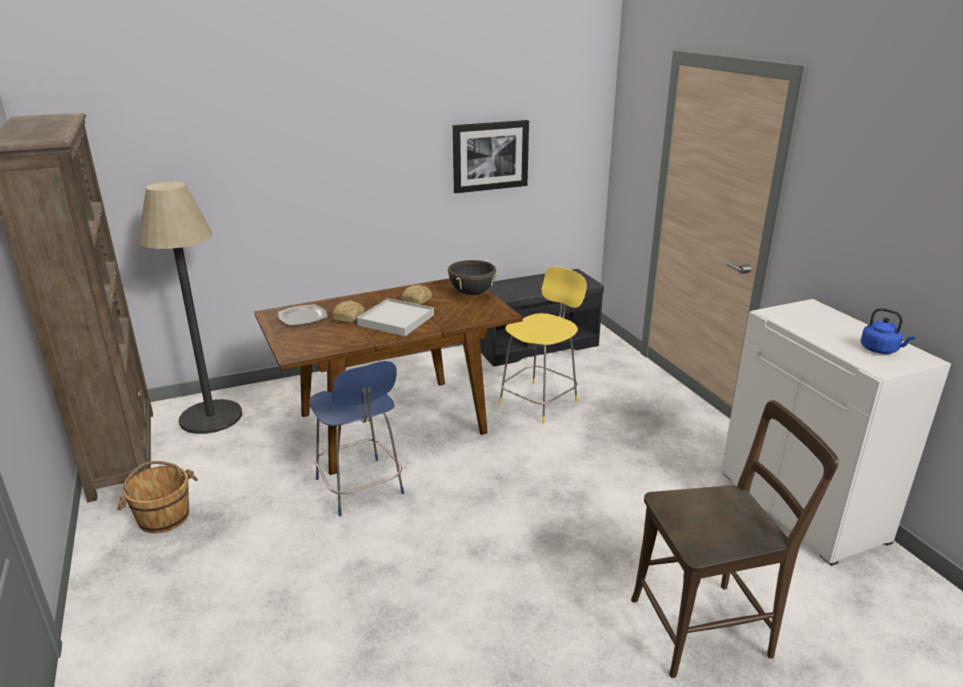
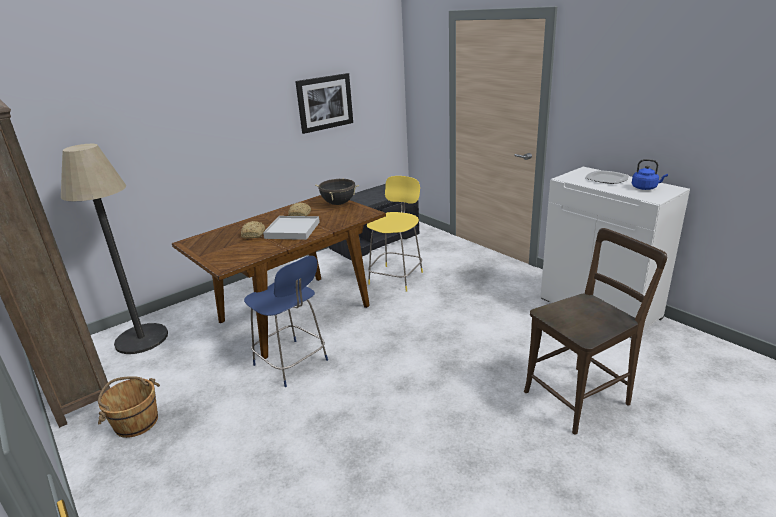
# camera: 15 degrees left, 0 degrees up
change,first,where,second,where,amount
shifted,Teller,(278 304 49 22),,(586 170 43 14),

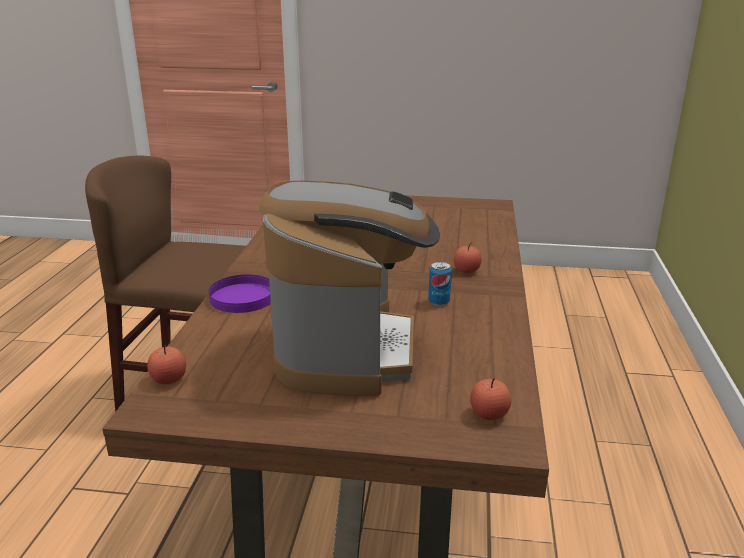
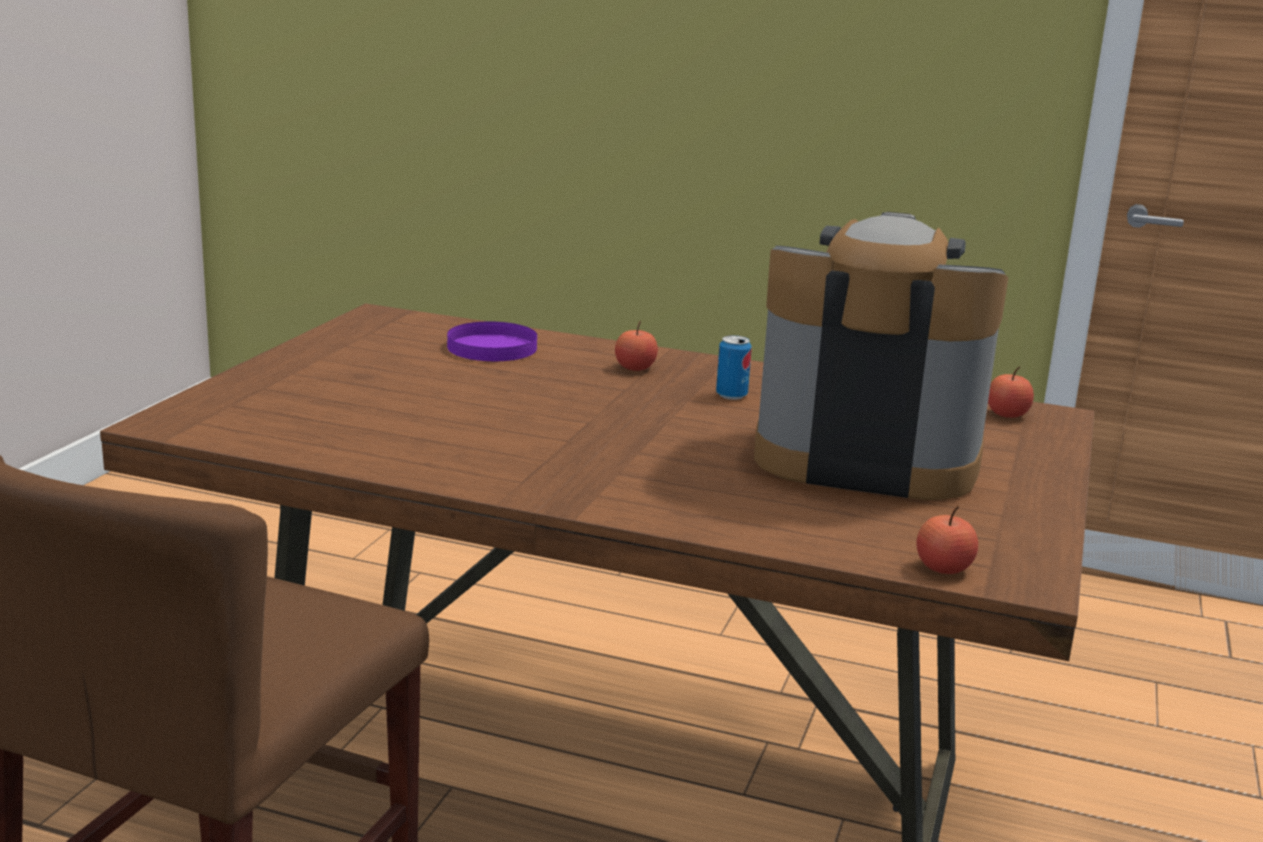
# camera: 80 degrees left, 5 degrees down
change,first,where,second,where,amount
shifted,Teller/lila,(209 275 62 38),,(447 321 90 40),

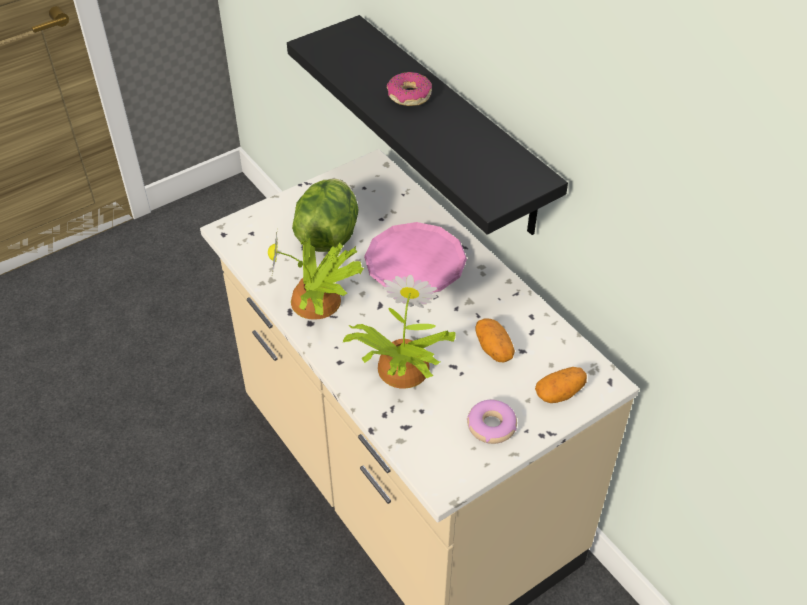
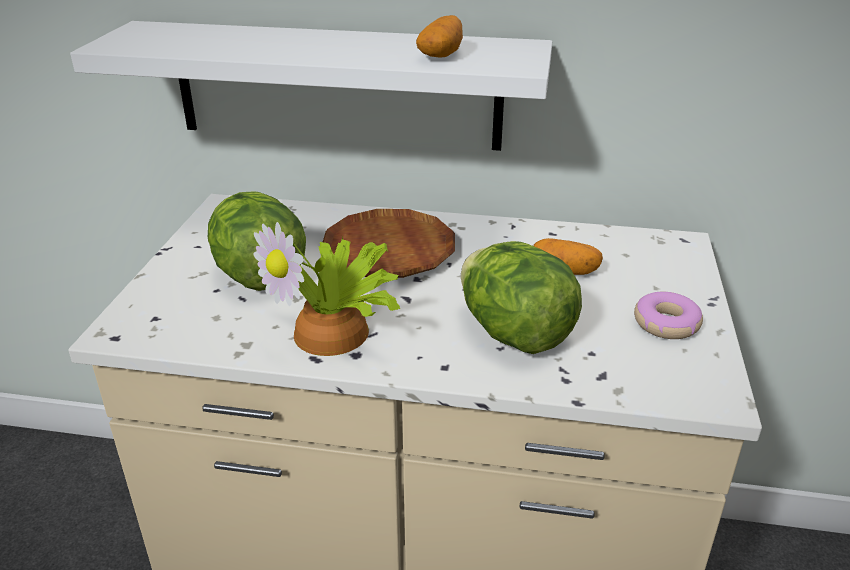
# camera: 45 degrees left, 15 degrees down
change,first,where,second,where,amount
repainted,Wandregal/schwarz,(287 15 281 220),Wandregal/weiß,(70 21 482 130),
swapped,Topfpflanze,(342 275 114 114),Salatkopf,(461 241 121 113),
repainted,Teller/rosa,(364 222 103 70),Teller/braun,(323 209 132 69),
gone,Donut,(387 72 45 34),,,
shifted,Kartoffel,(535 367 52 36),,(416 15 47 42),

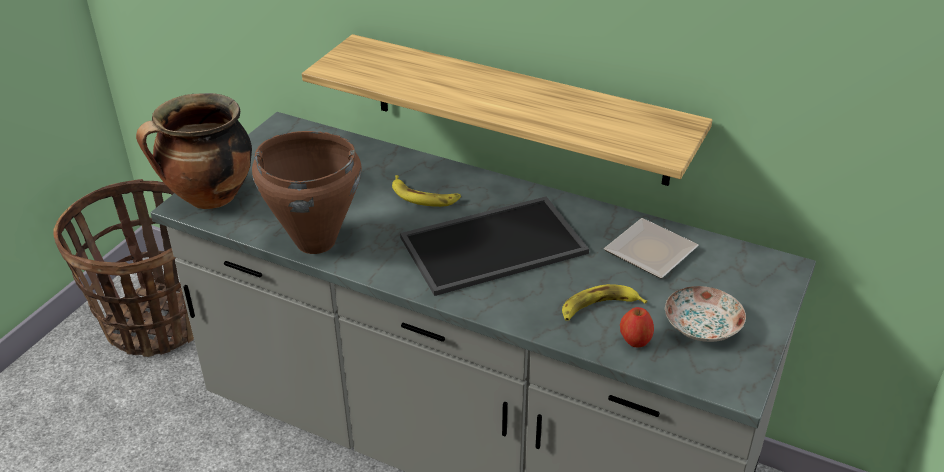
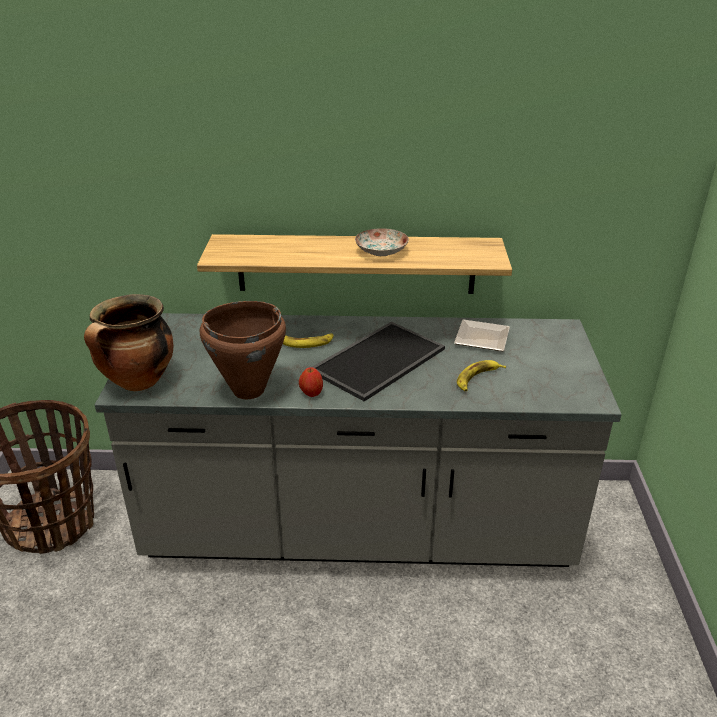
# camera: 25 degrees left, 5 degrees down
change,first,where,second,where,amount
shifted,Apfel,(620 307 34 40),,(299 367 24 30),
shifted,Teller,(665 286 81 56),,(355 228 54 28),

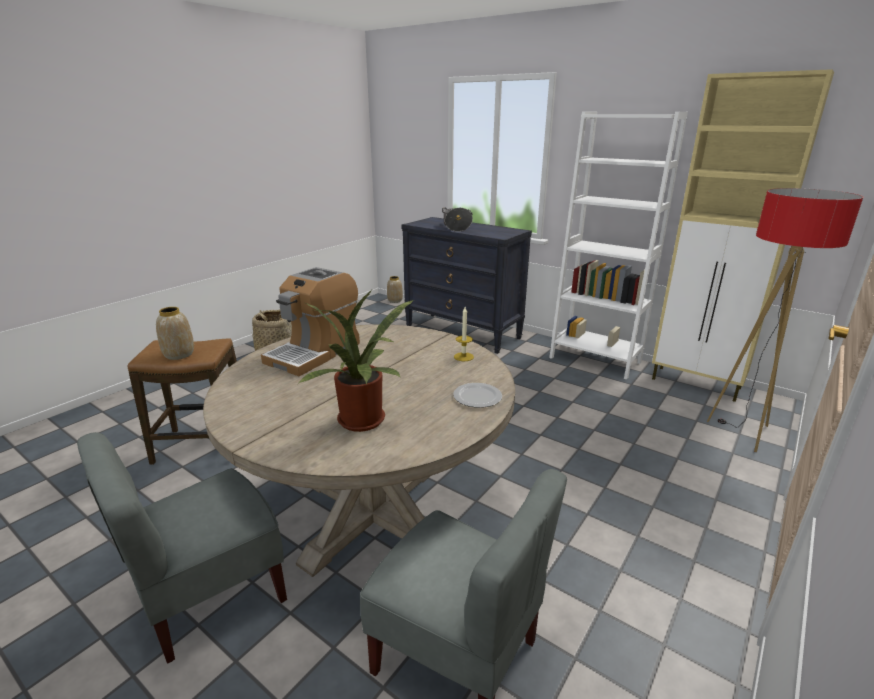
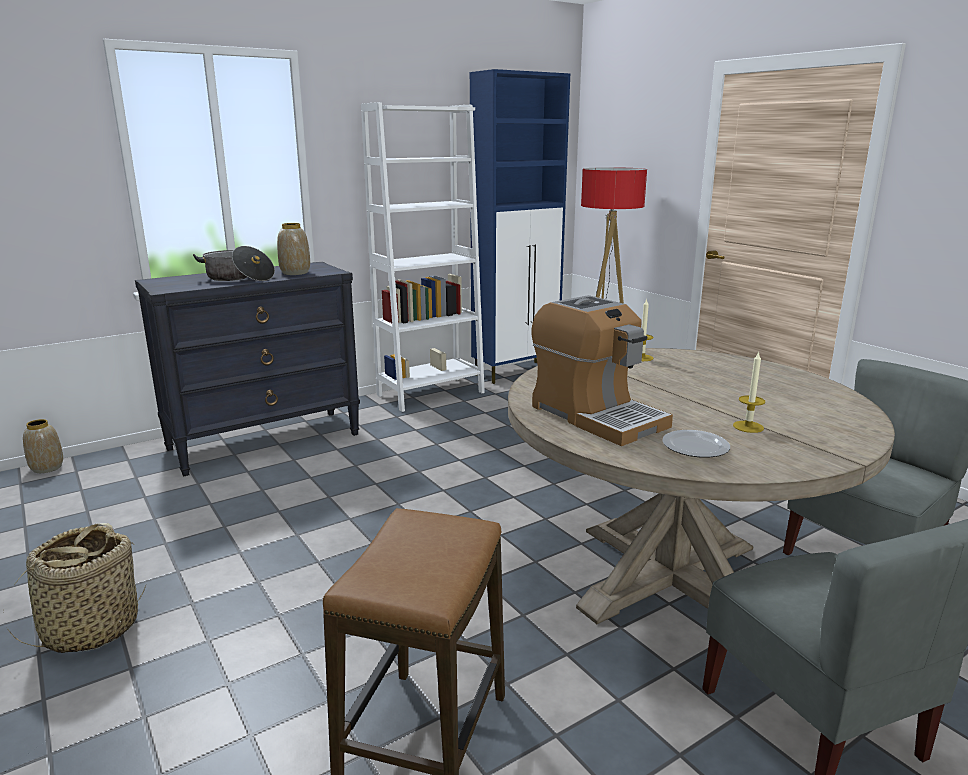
# camera: 70 degrees left, 5 degrees down
change,first,where,second,where,amount
shifted,Vase,(156 307 38 53),,(277 223 33 52),
gone,Topfpflanze,(297 291 117 141),,,
shifted,Teller,(453 383 49 25),,(662 430 68 28),
repainted,Schrank/beige,(652 69 182 333),Schrank/blau,(470 69 100 315),
new,,,Kerze,(733 351 32 82),

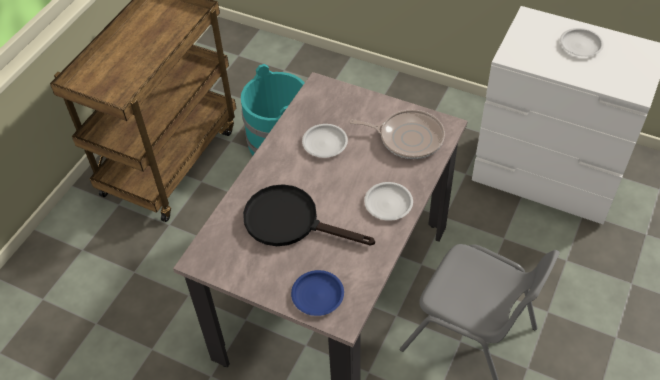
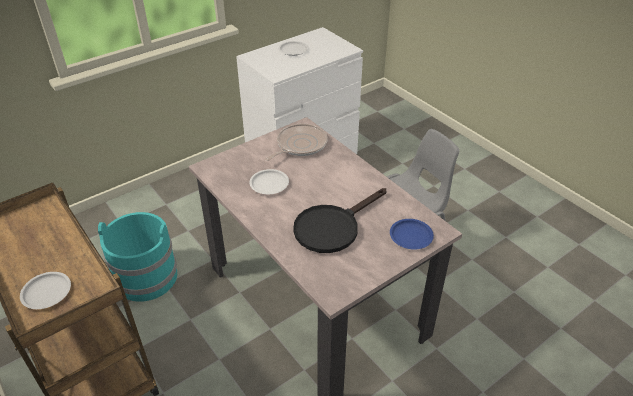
# camera: 65 degrees left, 10 degrees down
change,first,where,second,where,amount
shifted,Teller/weiß,(364 182 49 39),,(20 272 51 37),

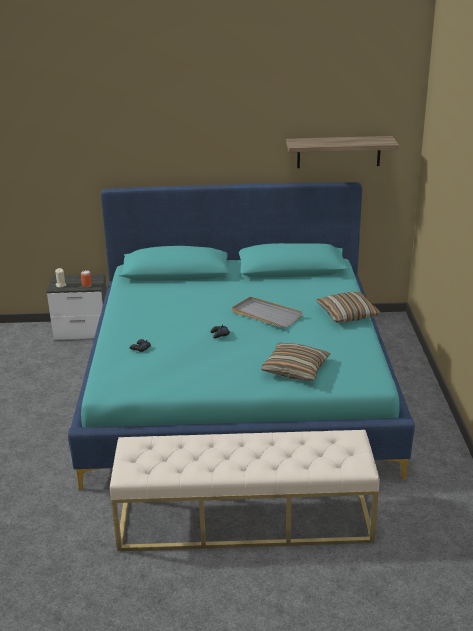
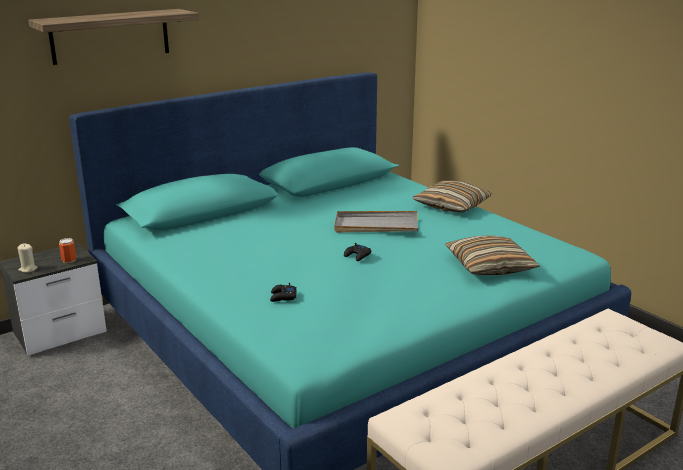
# camera: 35 degrees left, 5 degrees down
change,first,where,second,where,amount
shifted,Wandregal,(286 136 113 32),,(28 9 171 56),

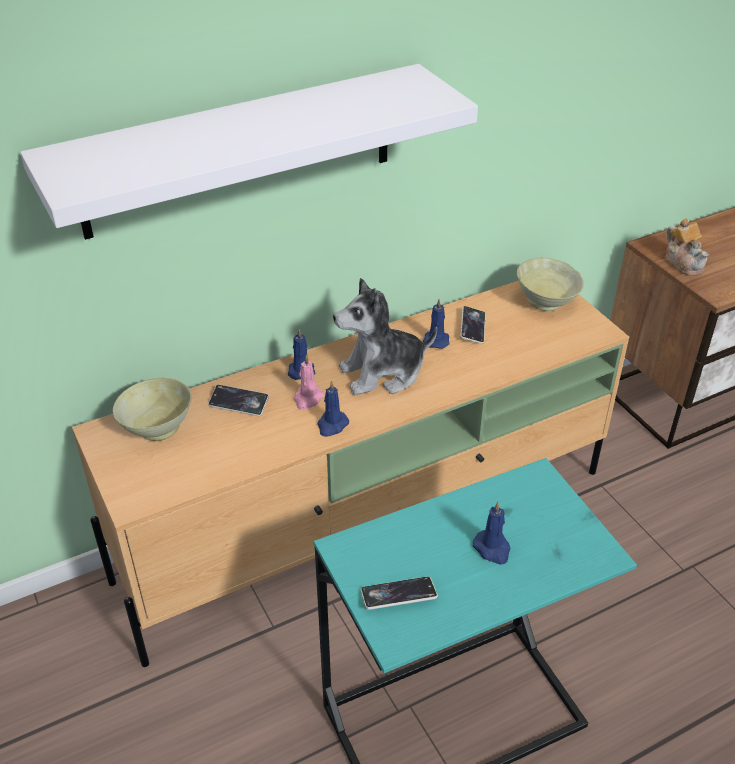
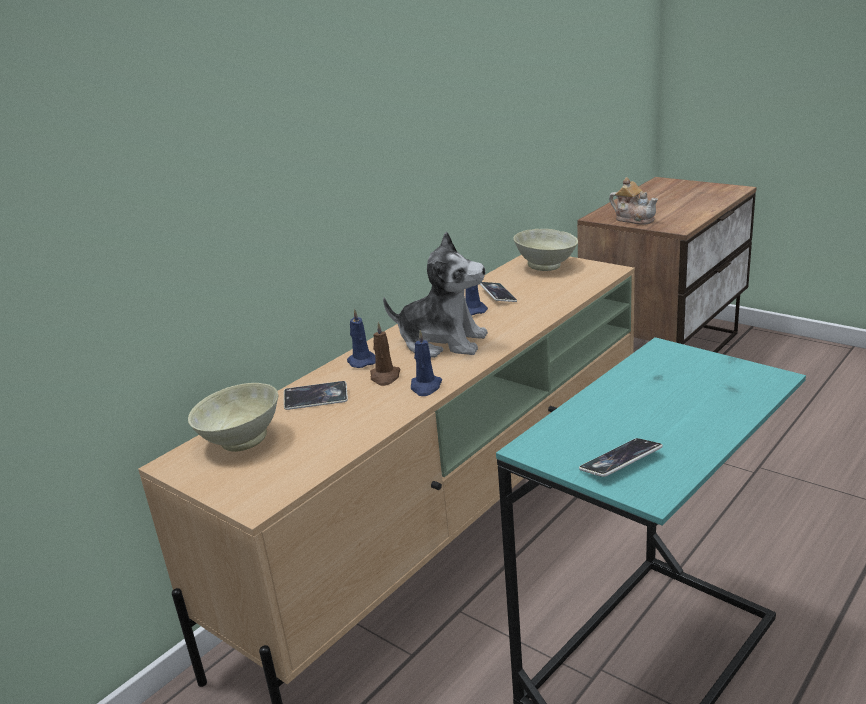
# camera: 20 degrees left, 15 degrees down
change,first,where,second,where,amount
gone,Wandregal/weiß,(20 64 458 176),,,
repainted,Kerze/rosa,(294 355 30 55),Kerze/braun,(370 322 31 64),
rotated,Plüschtier,(333 278 104 117),,(383 231 105 127),120 degrees counterclockwise
gone,Kerze/blau,(473 501 38 64),,,

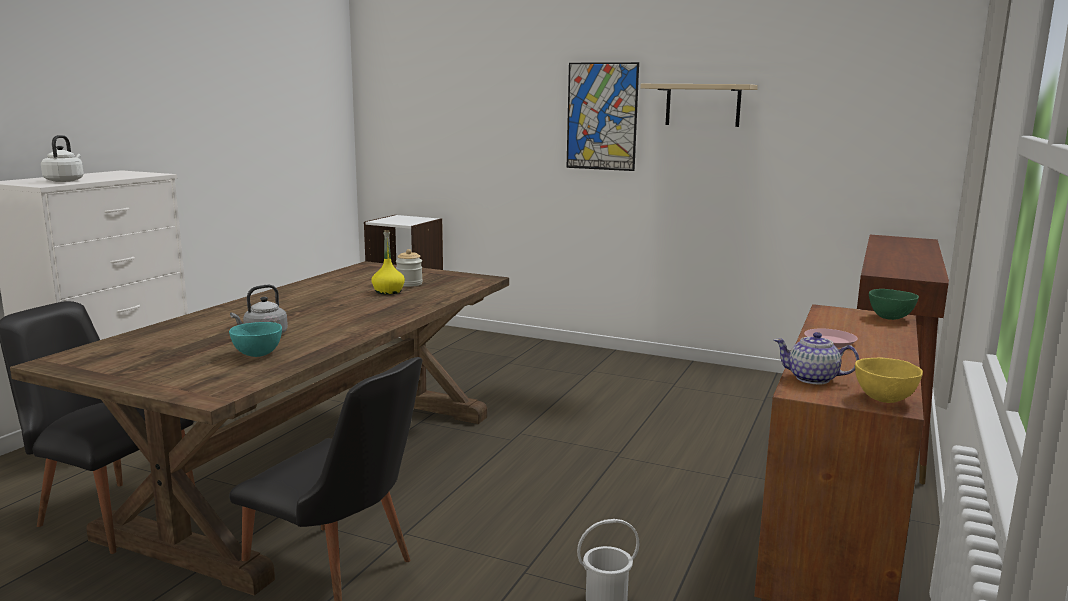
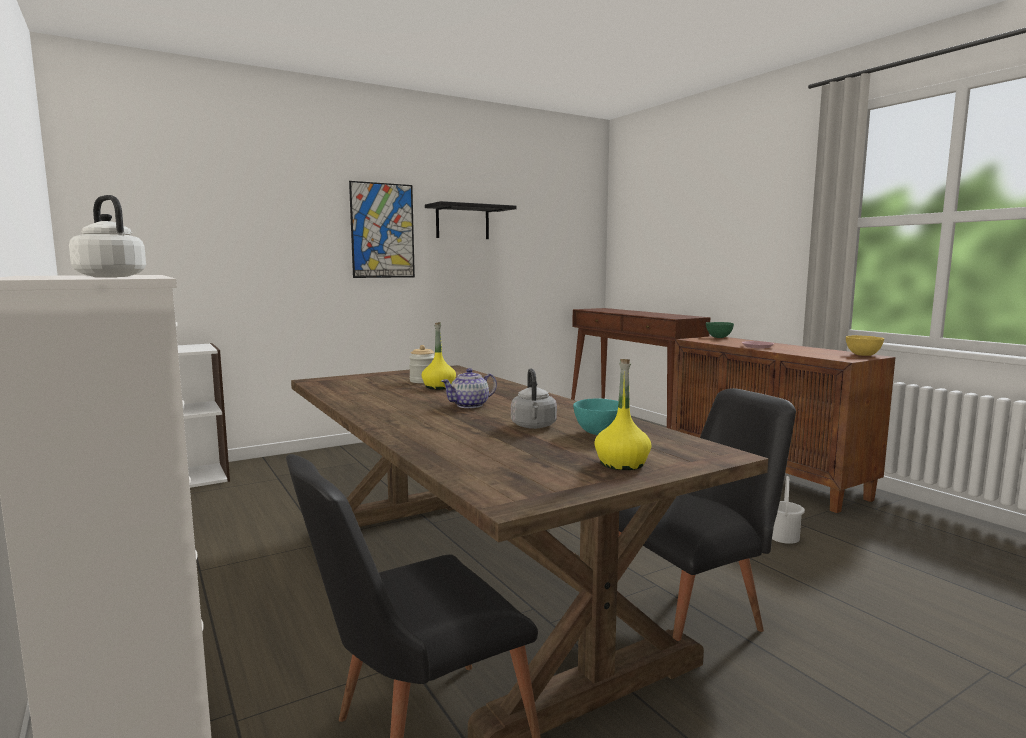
# camera: 55 degrees left, 5 degrees down
change,first,where,second,where,amount
repainted,Wandregal/beige,(640 84 118 43),Wandregal/schwarz,(425 201 92 38),
shifted,Teekanne,(774 332 85 52),,(441 368 56 40),
new,,,Flasche/gelb,(594 359 57 111),

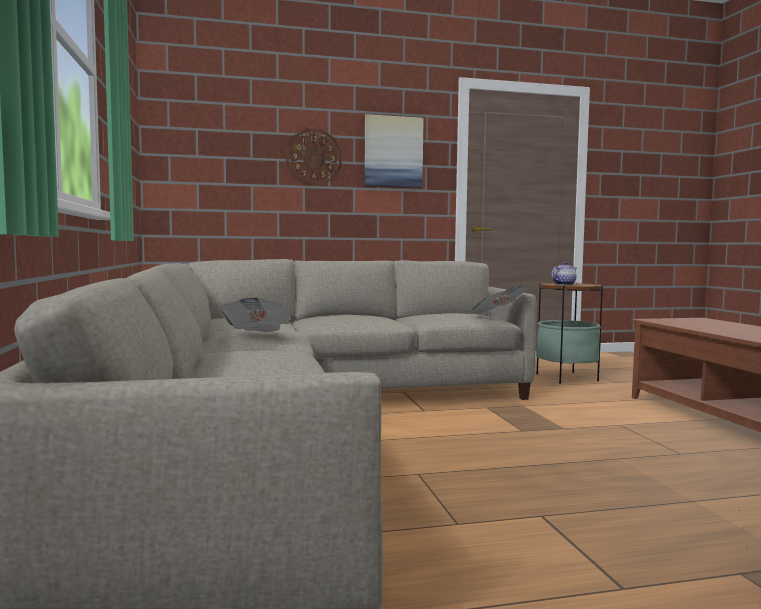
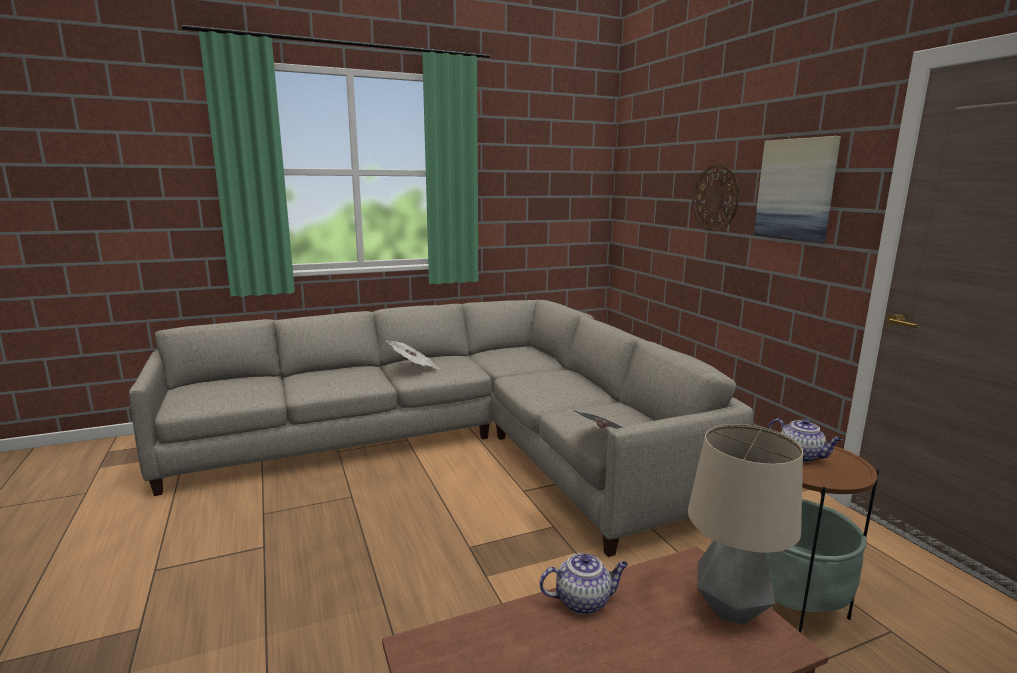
# camera: 80 degrees right, 10 degrees up
change,first,where,second,where,amount
new,,,Teekanne,(539 553 89 62),
new,,,Tischlampe,(688 424 115 200),

